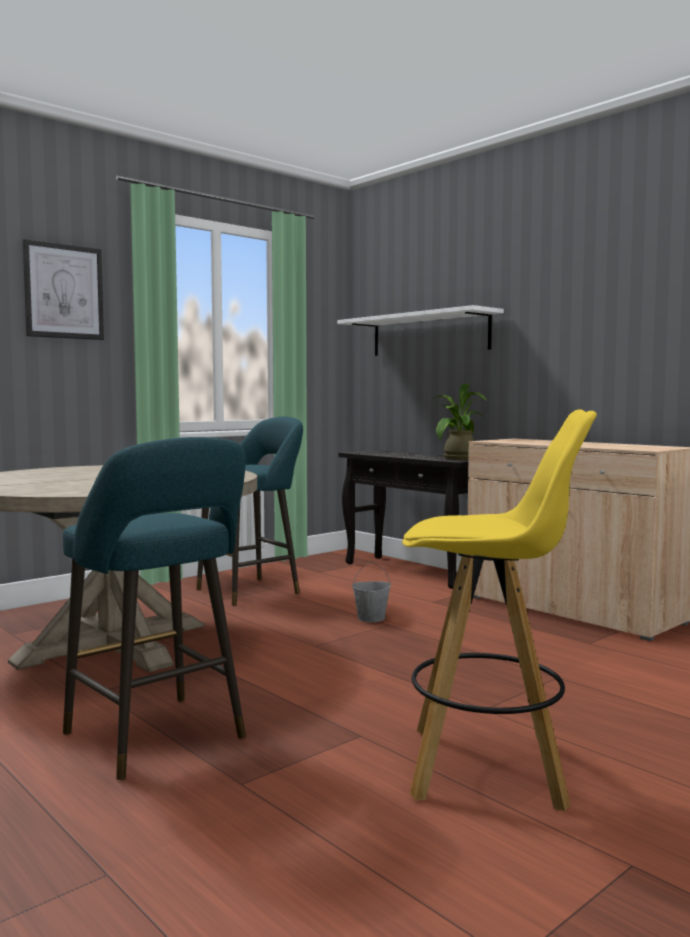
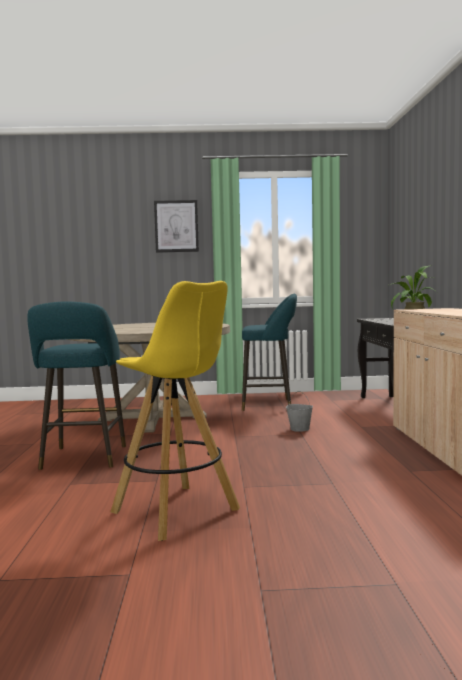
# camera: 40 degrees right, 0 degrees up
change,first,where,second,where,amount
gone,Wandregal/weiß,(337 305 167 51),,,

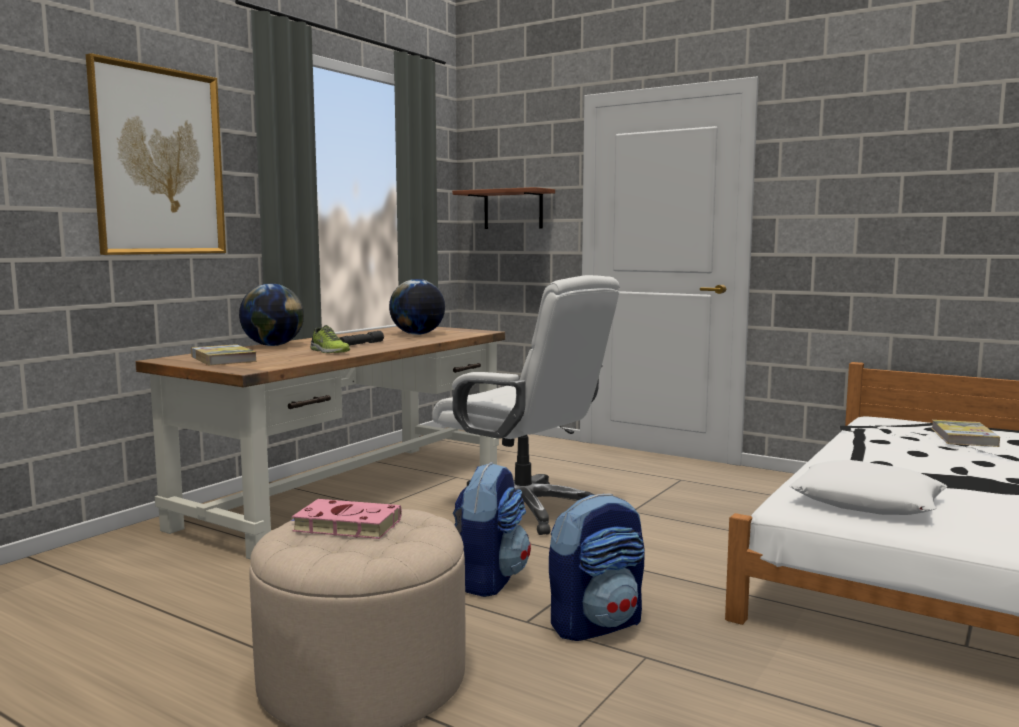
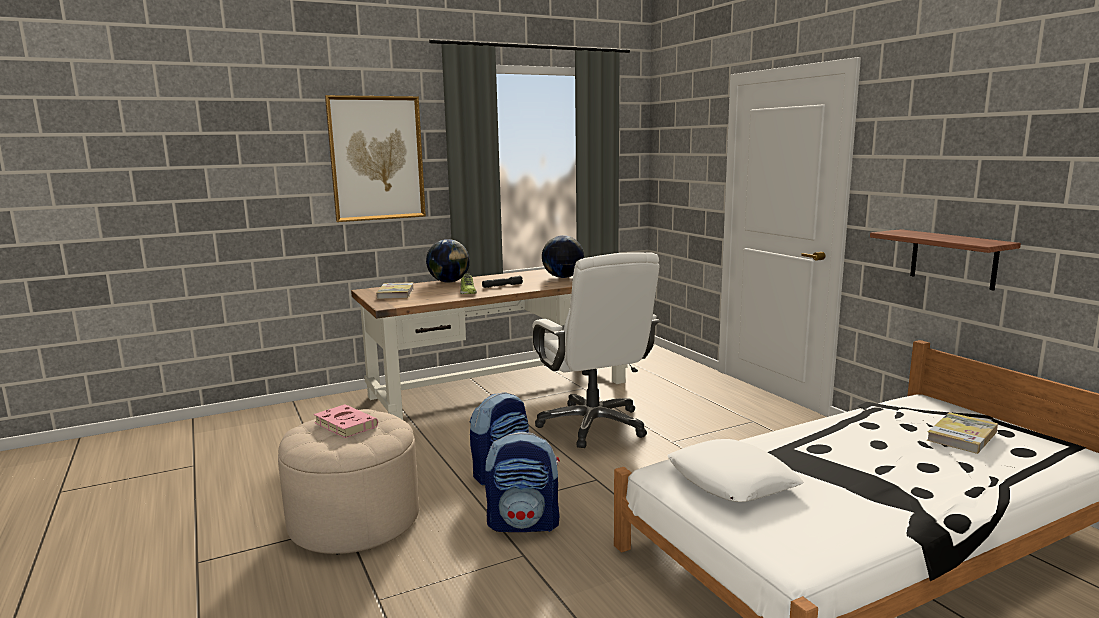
# camera: 30 degrees right, 5 degrees up
change,first,where,second,where,amount
shifted,Wandregal,(452 187 103 42),,(870 229 151 62),

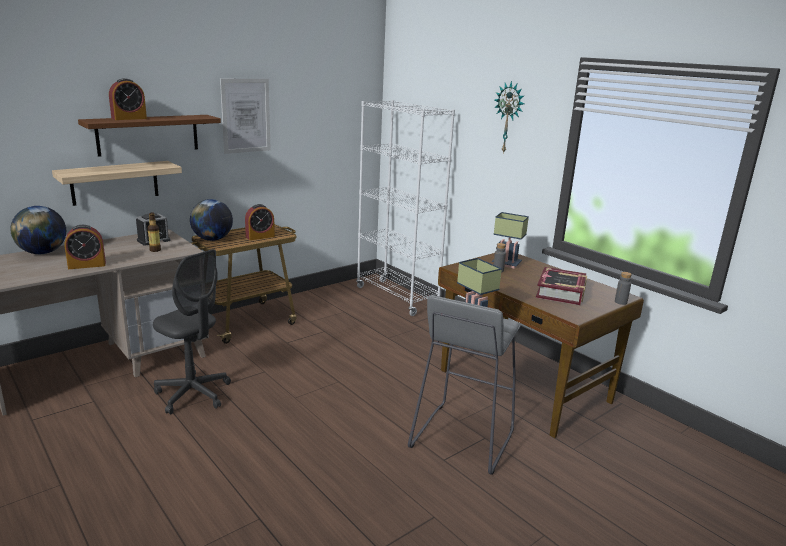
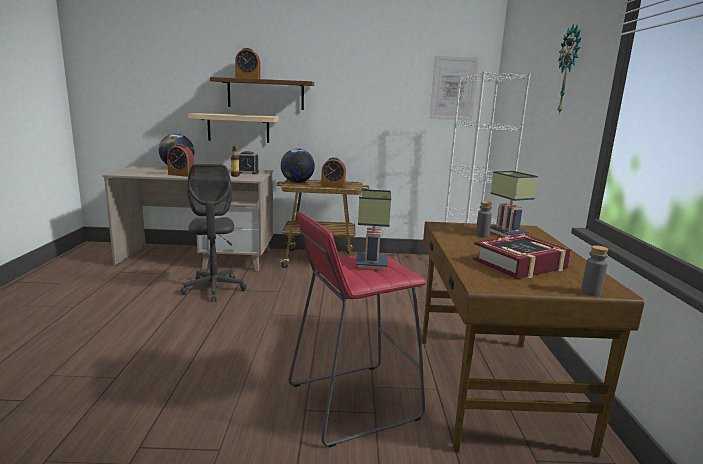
# camera: 40 degrees right, 5 degrees down
change,first,where,second,where,amount
shifted,Bild,(220 79 51 75),,(430 56 49 65),
repainted,Hocker/grau,(408 295 113 180),Hocker/rot,(288 211 139 237),

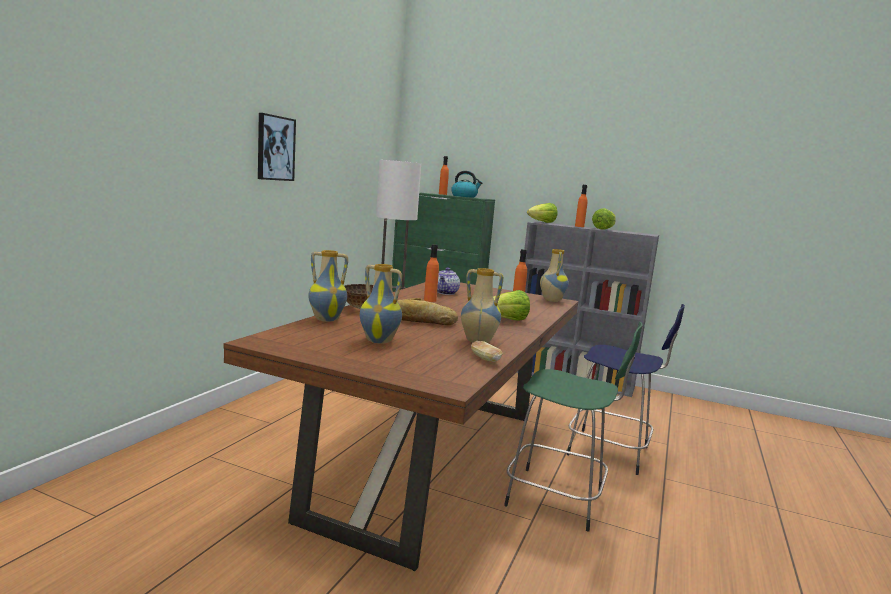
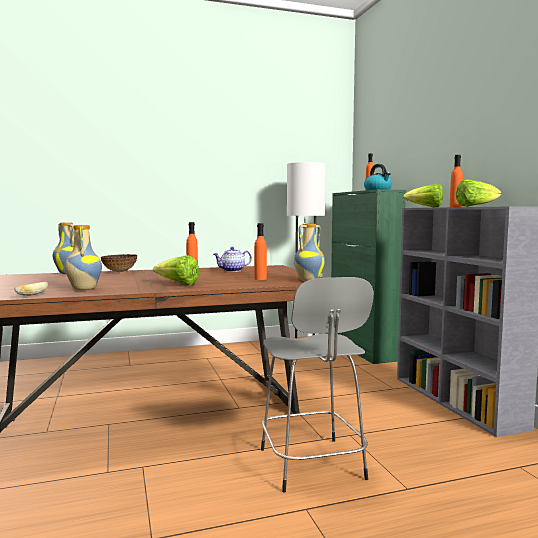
# camera: 50 degrees right, 5 degrees down
change,first,where,second,where,amount
gone,Bild,(258 113 38 68),,,
gone,Vase,(360 264 42 80),,,
gone,Brot,(397 298 61 28),,,
gone,Hocker/grün,(504 322 139 210),,,
repainted,Hocker/blau,(567 304 118 171),Hocker/grau,(261 277 113 216),

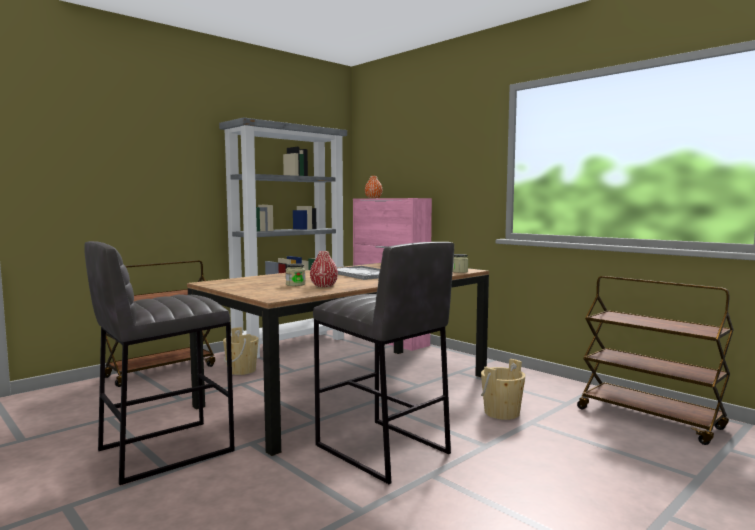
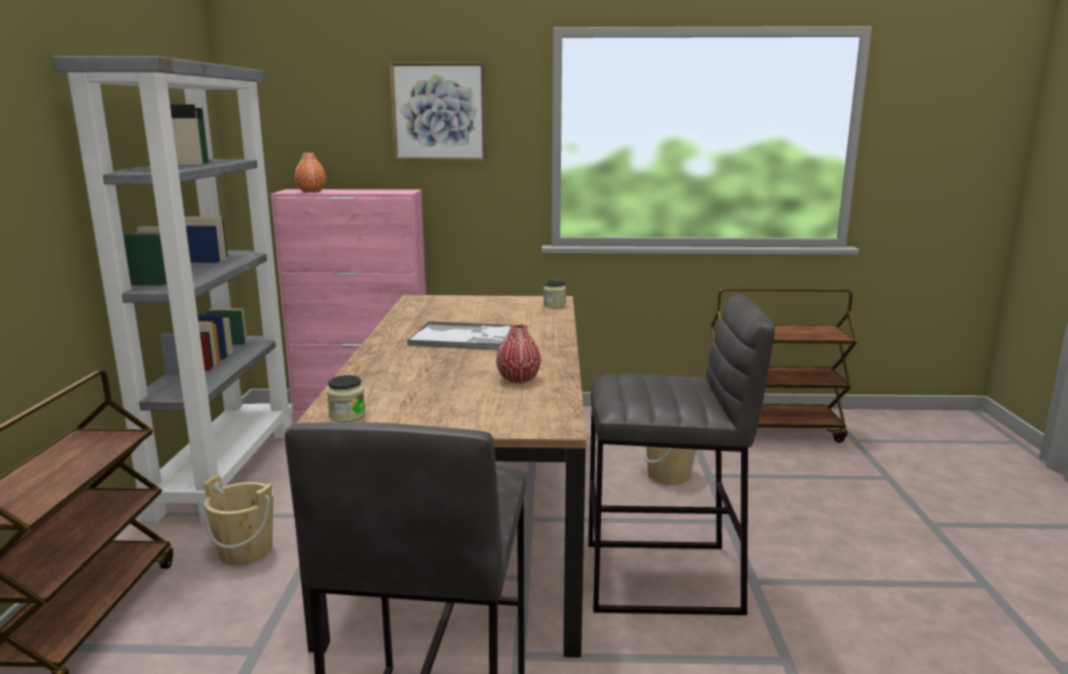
# camera: 45 degrees left, 10 degrees up
change,first,where,second,where,amount
shifted,Vorratsglas,(286 263 19 23),,(327 375 38 47),
new,,,Bild,(389 62 98 99),

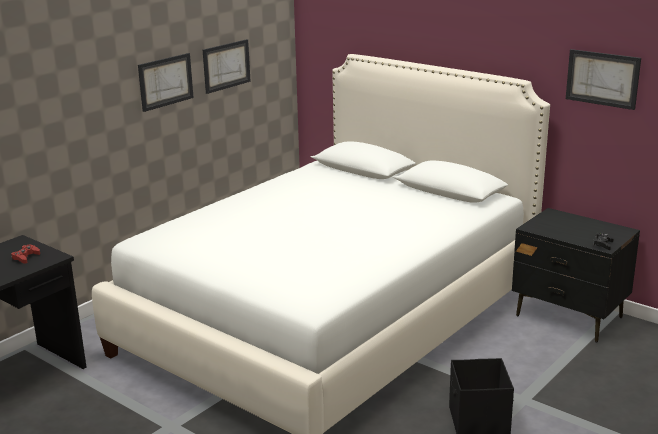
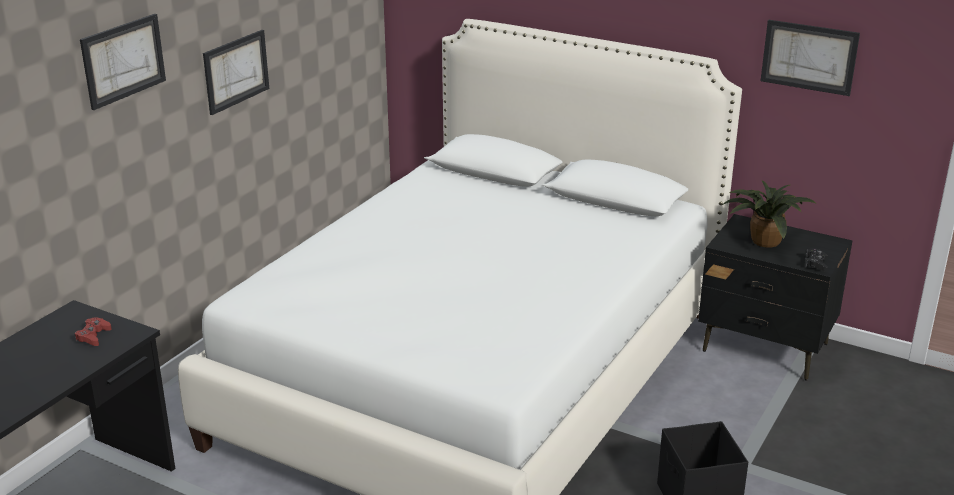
# camera: 10 degrees left, 5 degrees up
change,first,where,second,where,amount
shifted,Bild,(203 39 48 55),,(80 14 86 96),
new,,,Topfpflanze,(722 180 95 68),

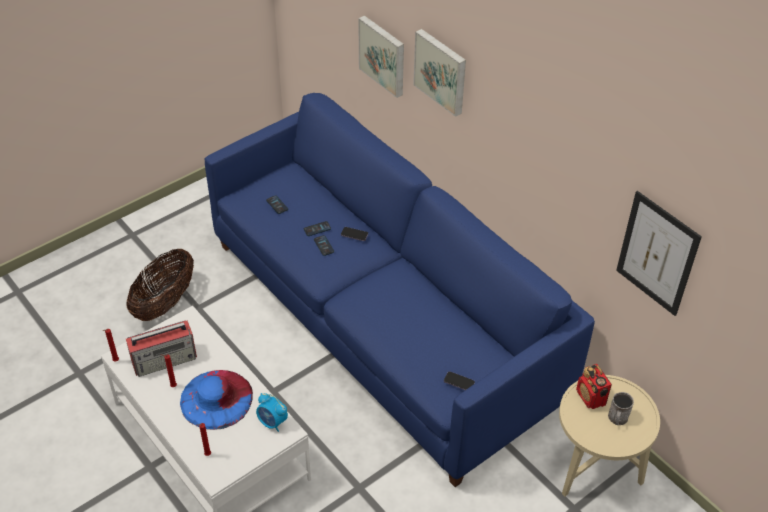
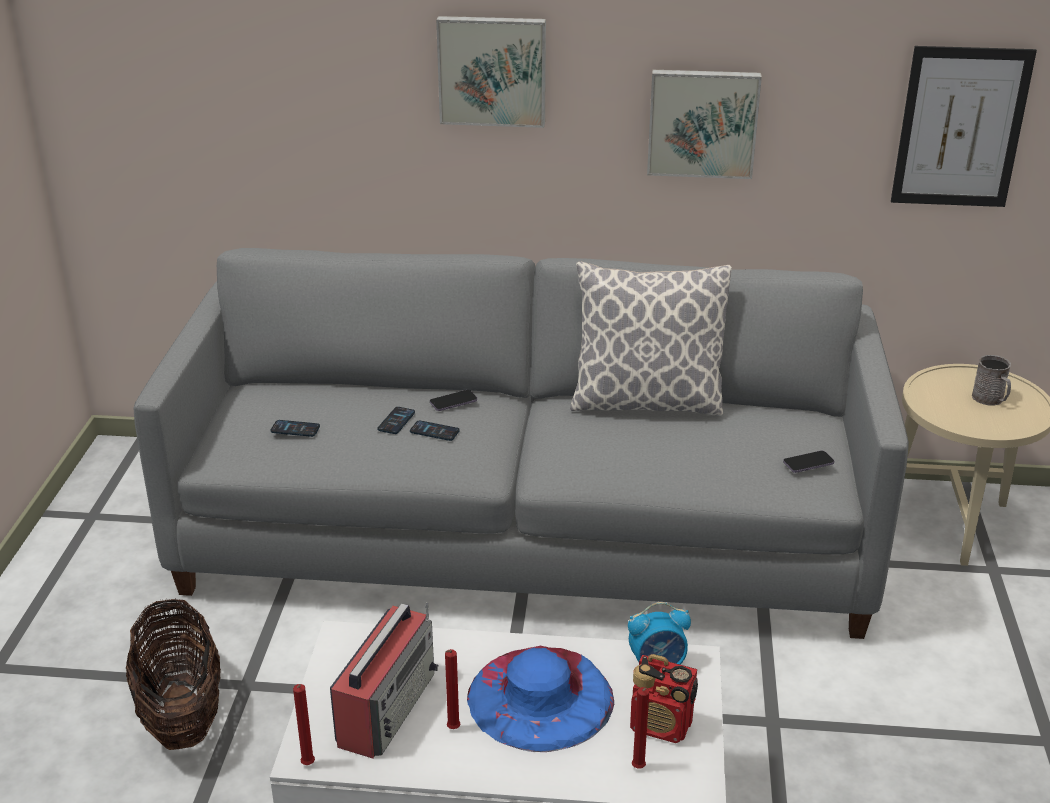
# camera: 45 degrees left, 15 degrees down
change,first,where,second,where,amount
repainted,Sofa/blau,(205 93 390 394),Sofa/grau,(133 248 776 391),
shifted,Bild,(358 15 46 83),,(647 70 115 109),
shifted,Radio,(576 364 36 45),,(630 654 68 89),
new,,,Kissen,(570 261 162 155),

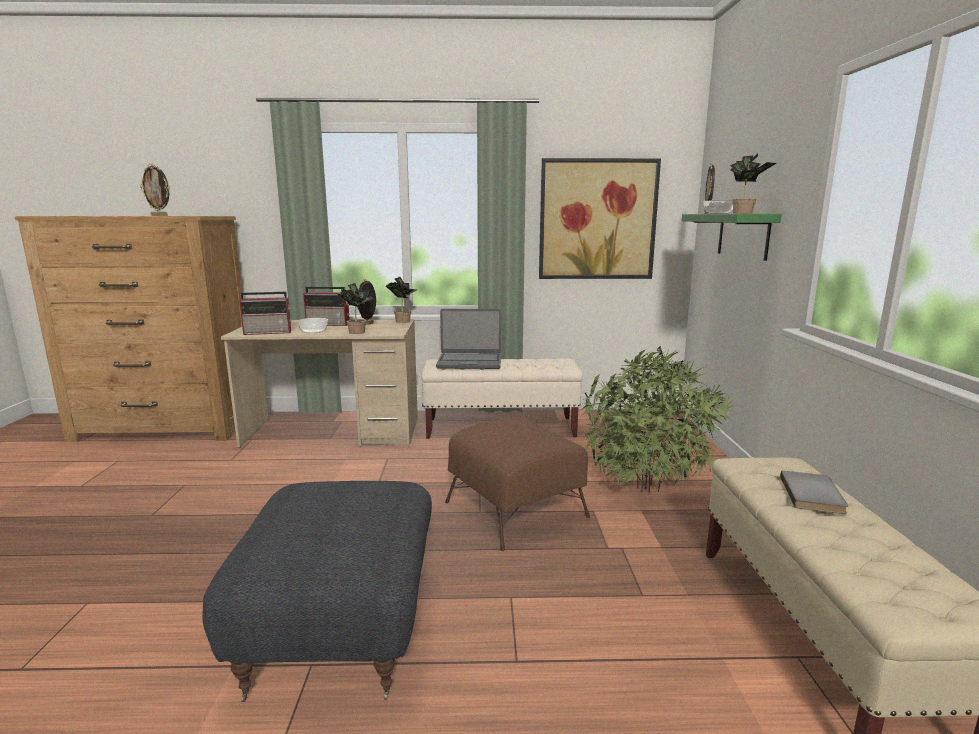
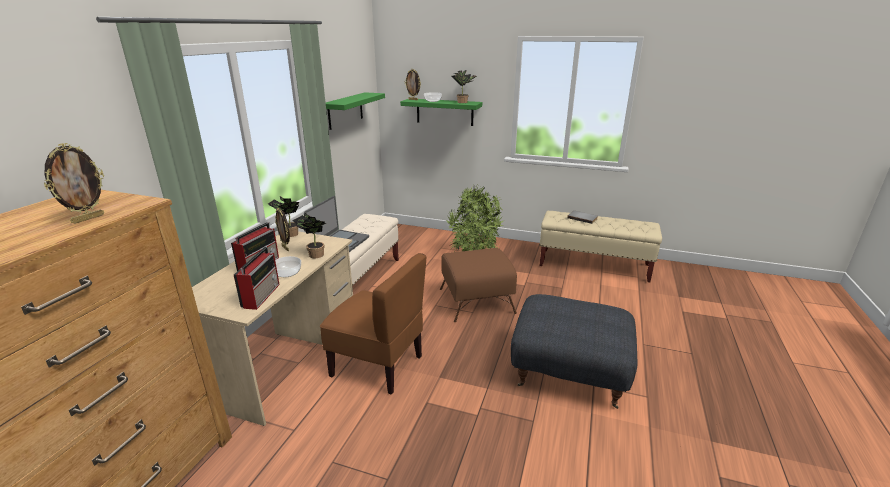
# camera: 70 degrees left, 10 degrees up
change,first,where,second,where,amount
swapped,Bild,(539 158 122 121),Wandregal/grün,(326 92 59 38),
new,,,Stuhl/braun,(320 253 106 142),

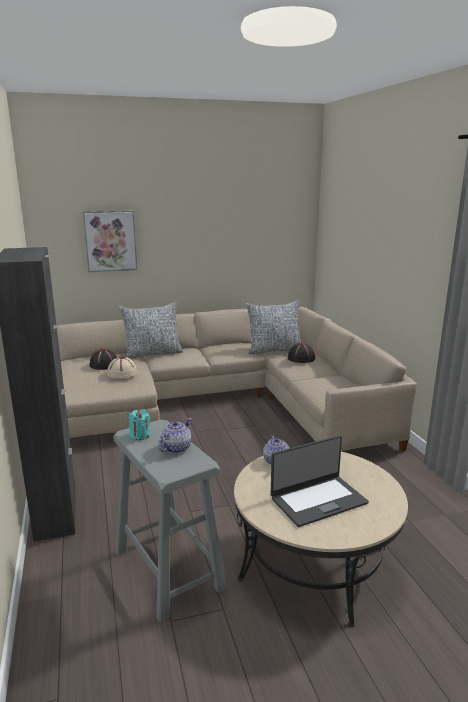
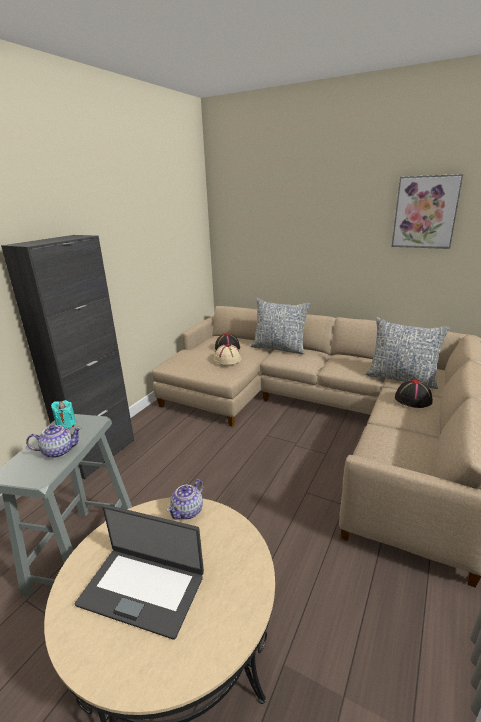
# camera: 45 degrees right, 5 degrees up
change,first,where,second,where,amount
shifted,Bild,(83 211 54 61),,(391 174 72 75),

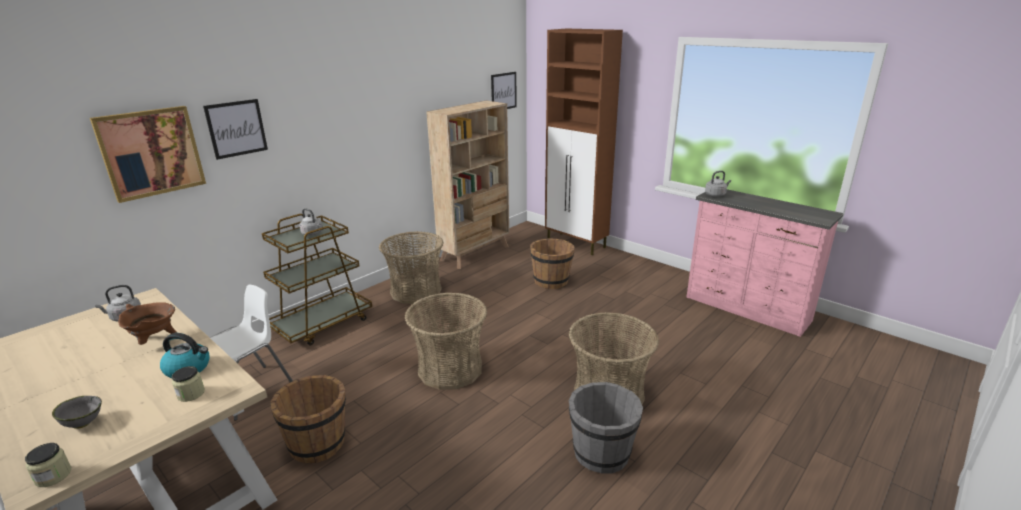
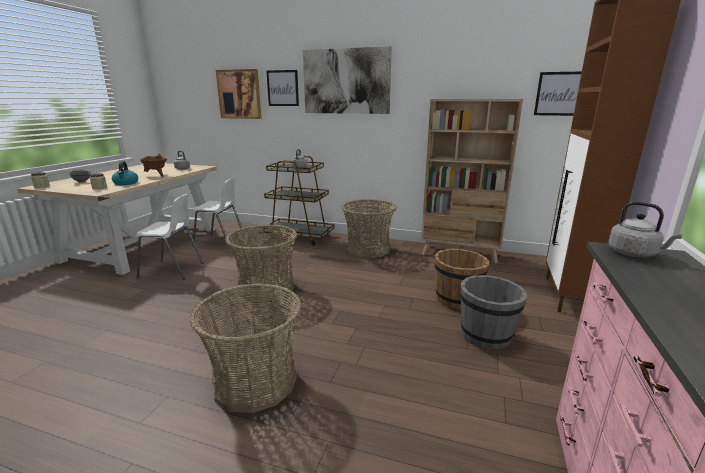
# camera: 65 degrees right, 5 degrees down
change,first,where,second,where,amount
swapped,Eimer/braun,(270 375 76 88),Stuhl/weiß,(136 194 67 86),
shifted,Eimer/grau,(569 382 74 92),,(460 275 68 75),
new,,,Bild,(303 46 89 68),

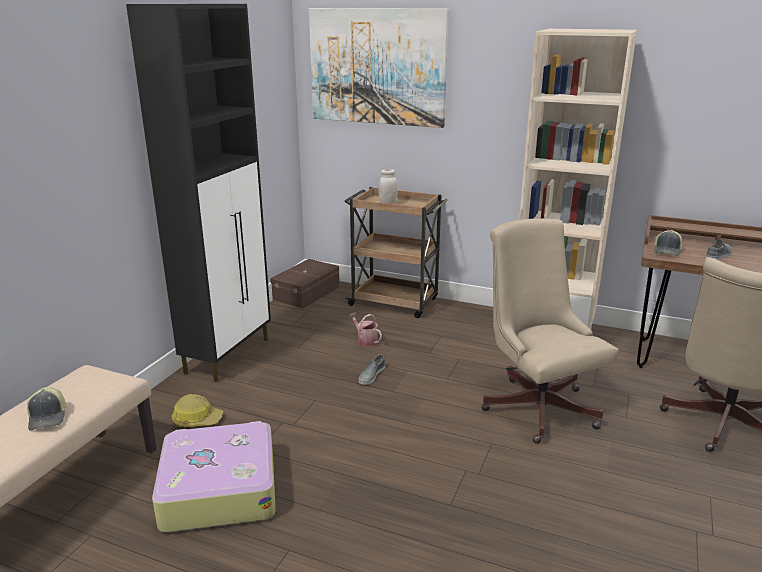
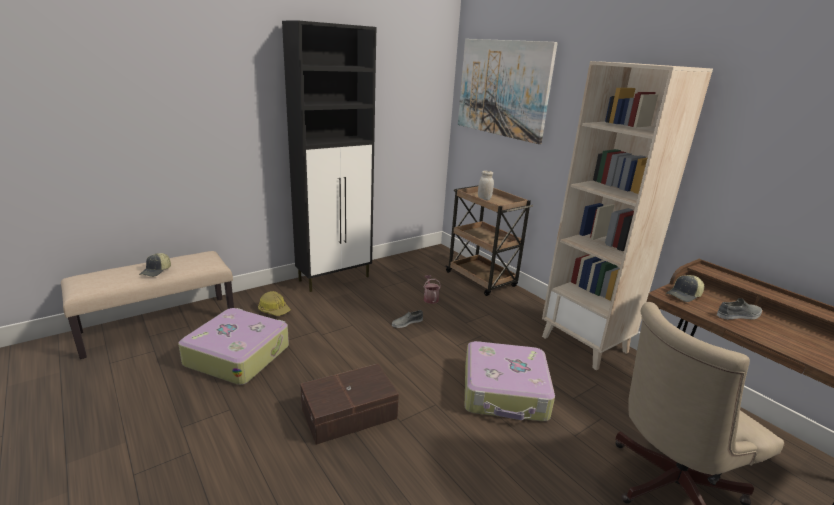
# camera: 30 degrees right, 0 degrees up
change,first,where,second,where,amount
shifted,Aufbewahrungsbox/braun,(270 259 70 50),,(300 364 99 81),
swapped,Bürostuhl/beige,(481 219 138 225),Koffer,(465 341 90 80),

